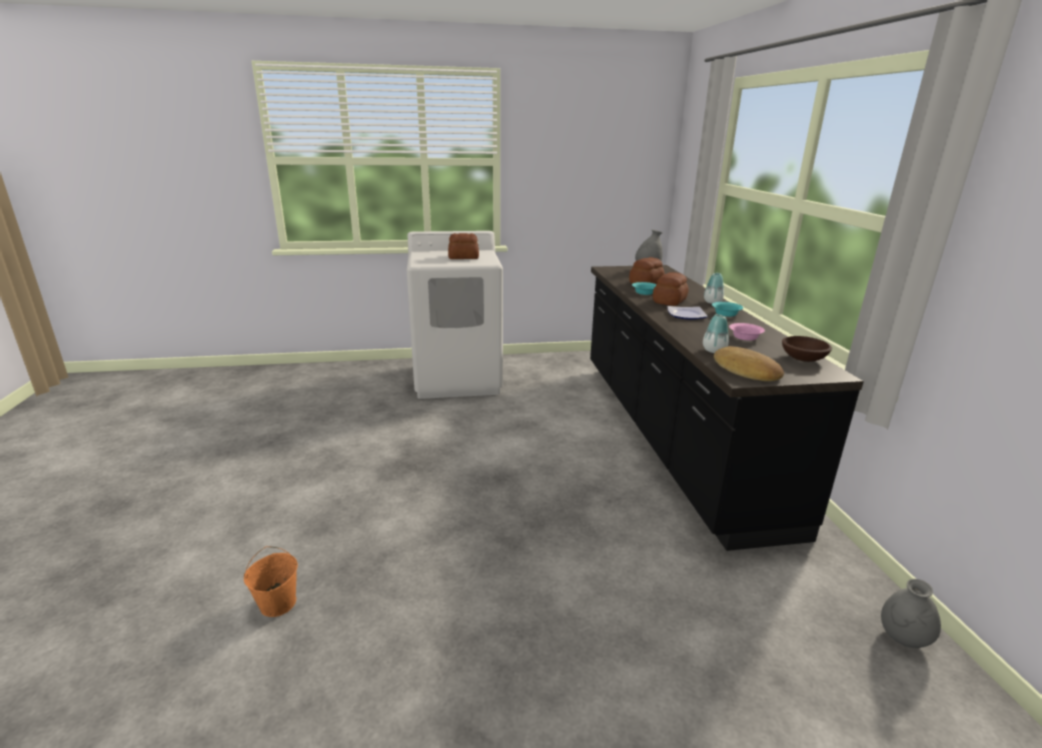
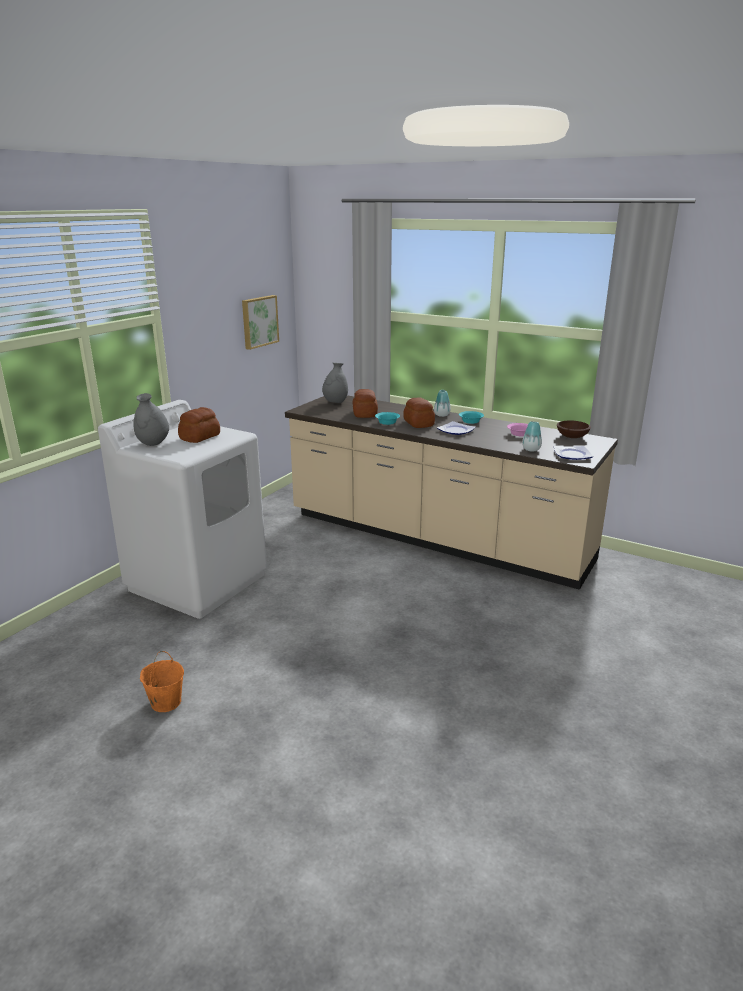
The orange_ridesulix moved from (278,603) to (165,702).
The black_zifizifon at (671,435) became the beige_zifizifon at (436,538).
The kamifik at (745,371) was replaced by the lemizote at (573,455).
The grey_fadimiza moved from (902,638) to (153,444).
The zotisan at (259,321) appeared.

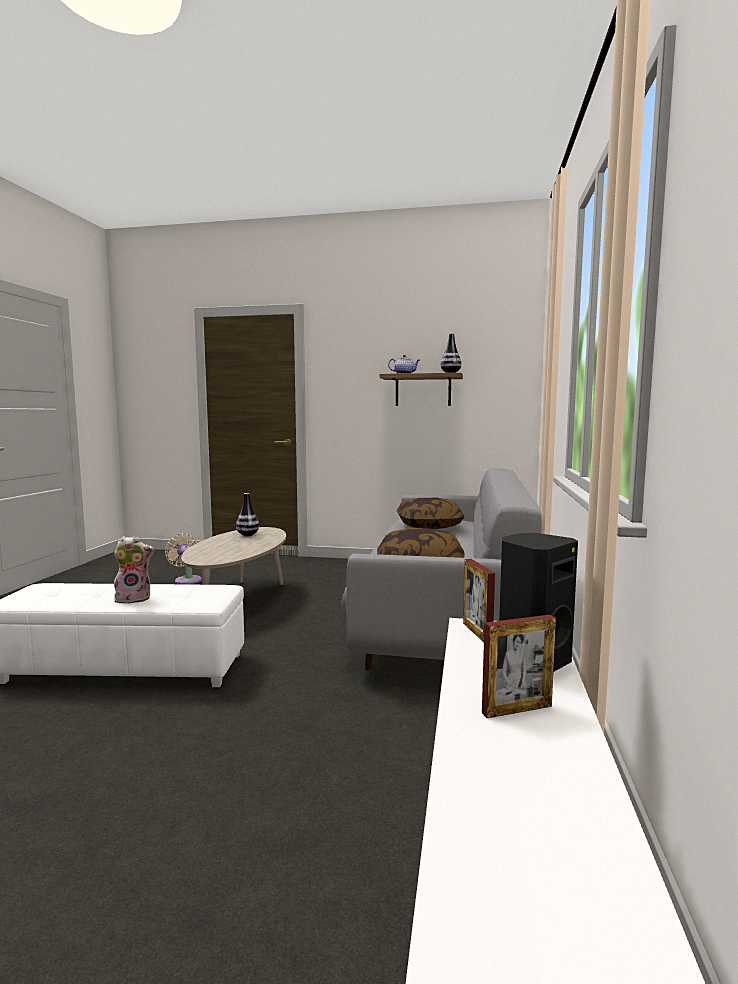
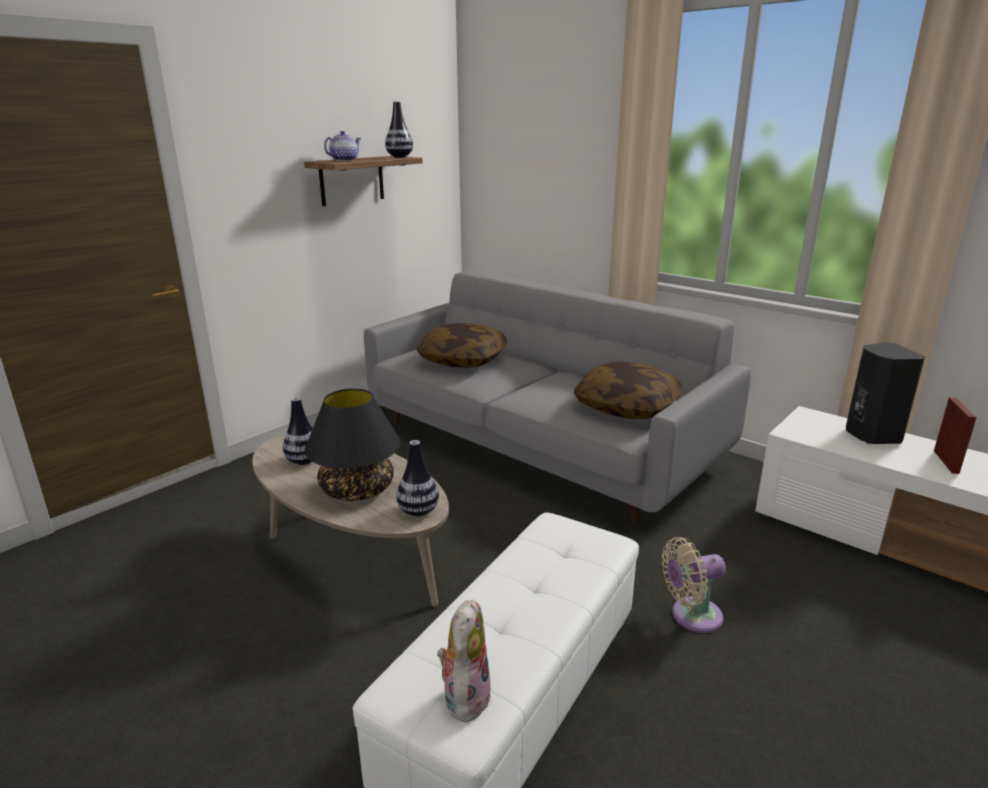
The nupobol moved from (134,598) to (465,695).
The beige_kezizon moved from (186,580) to (691,616).
The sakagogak at (477,633) disappeared.
The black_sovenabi at (356,489) appeared.
The fadimiza at (418,511) appeared.

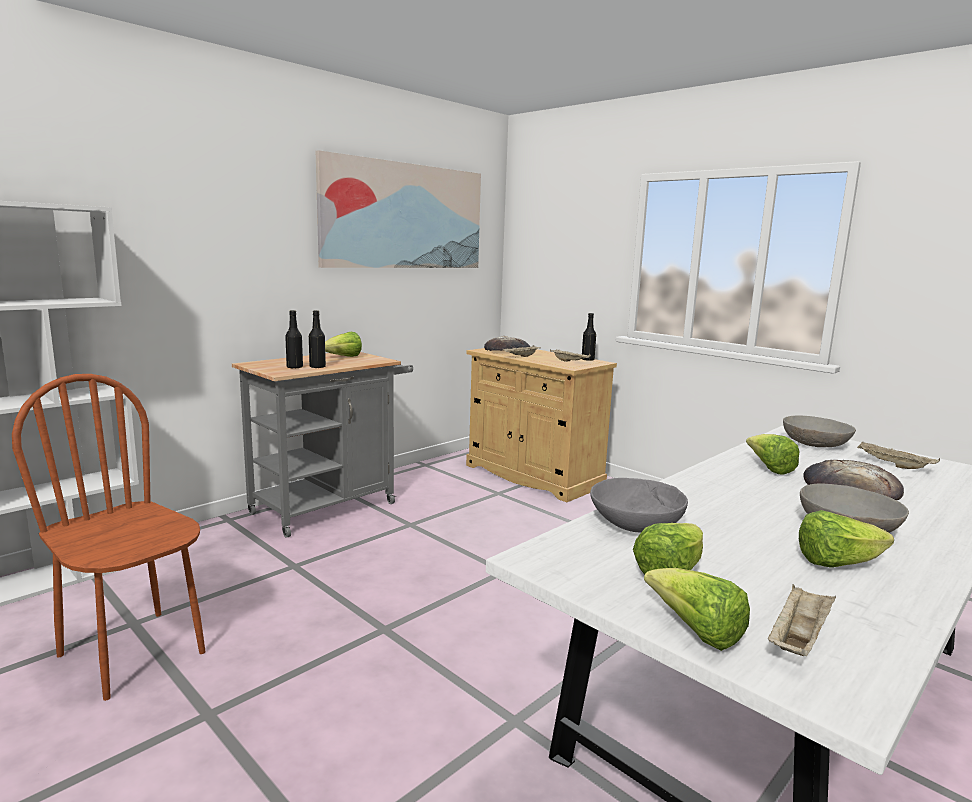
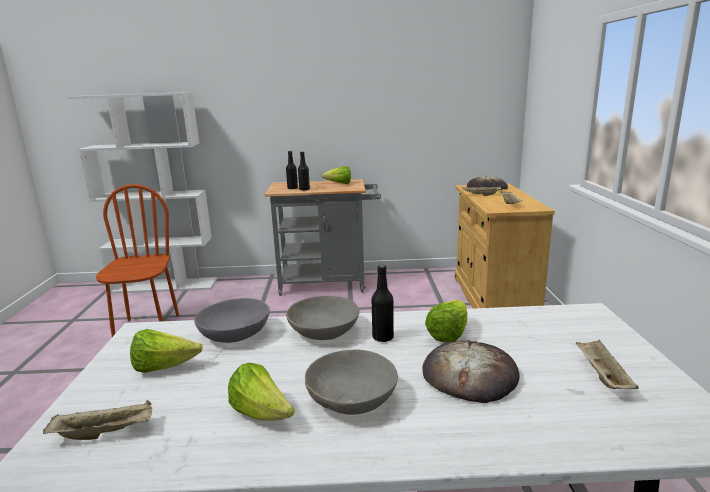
The zotisan at (405,216) disappeared.
The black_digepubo moved from (587,360) to (383,337).
The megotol at (695,632) disappeared.
The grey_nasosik moved from (815,444) to (324,332).

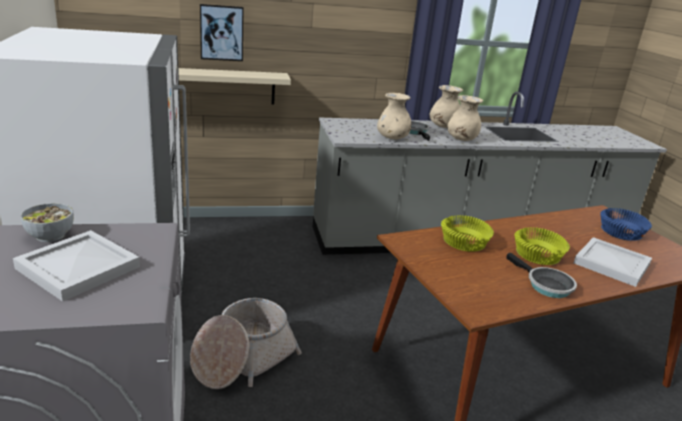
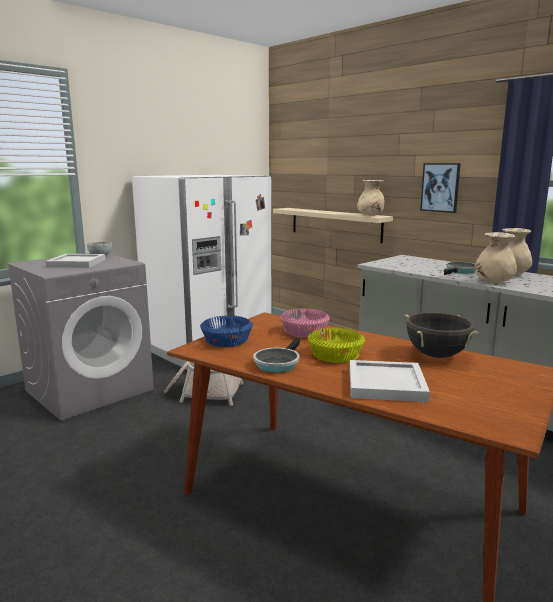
The zotisan moved from (221,33) to (440,187).
The beige_fadimiza moved from (392,138) to (370,215).
The yellow_nasosik at (465,242) became the pink_nasosik at (305,332).
The blue_nasosik moved from (621,233) to (226,341).
The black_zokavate at (436,355) appeared.

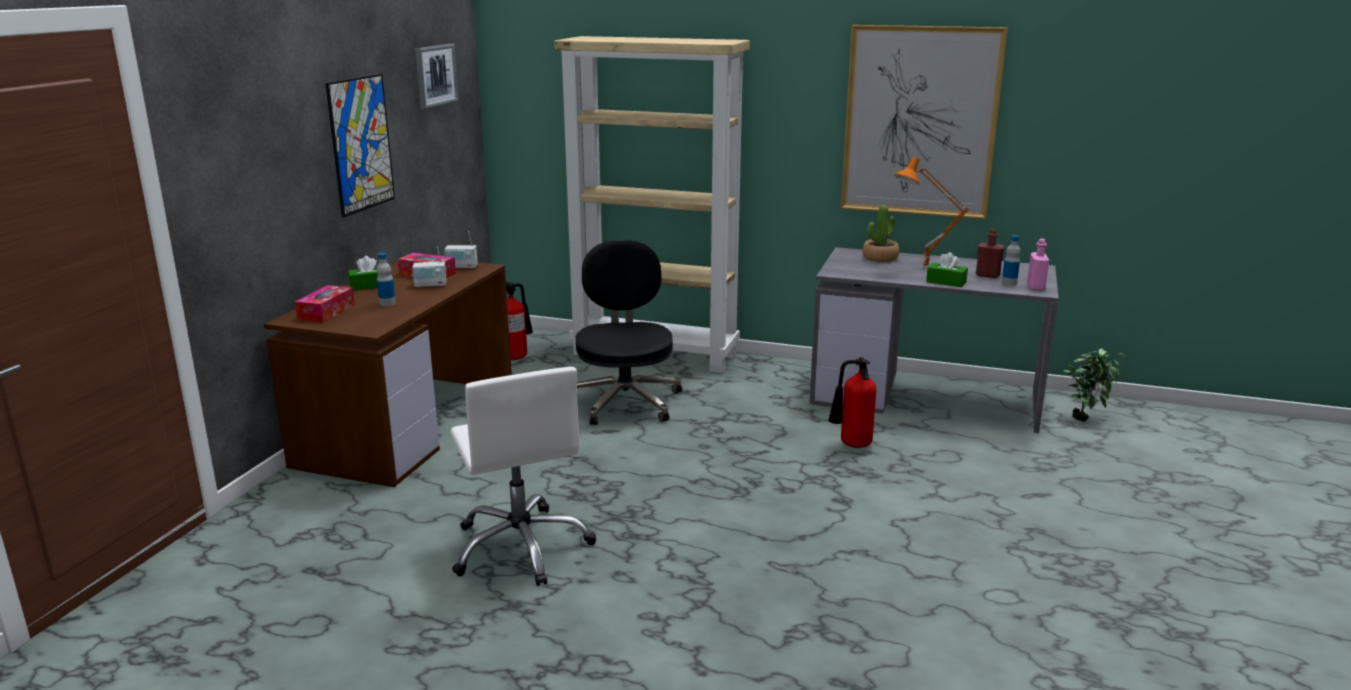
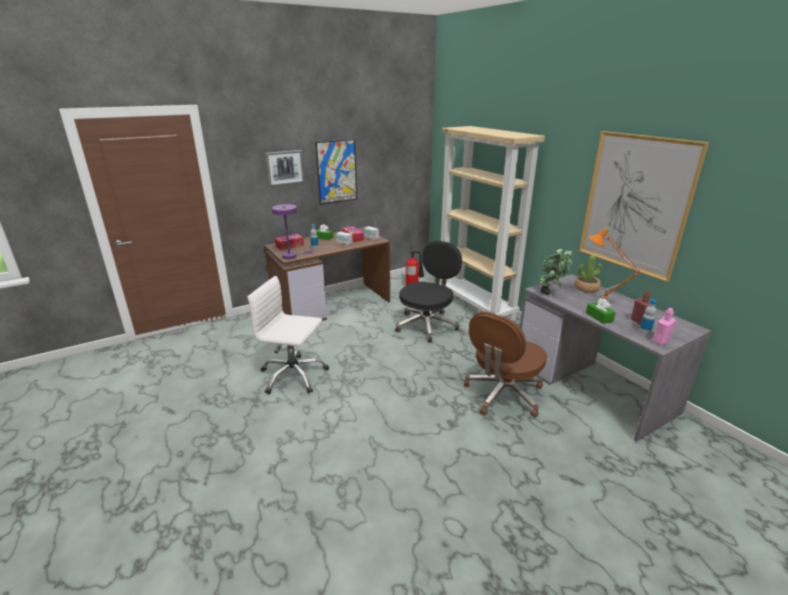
The zotisan moved from (435,75) to (284,168).
The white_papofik at (521,547) turned 90 degrees clockwise.
The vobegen at (851,445) was replaced by the brown_papofik at (503,395).
The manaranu moved from (1086,418) to (551,294).
The purple_sovenabi at (292,256) appeared.

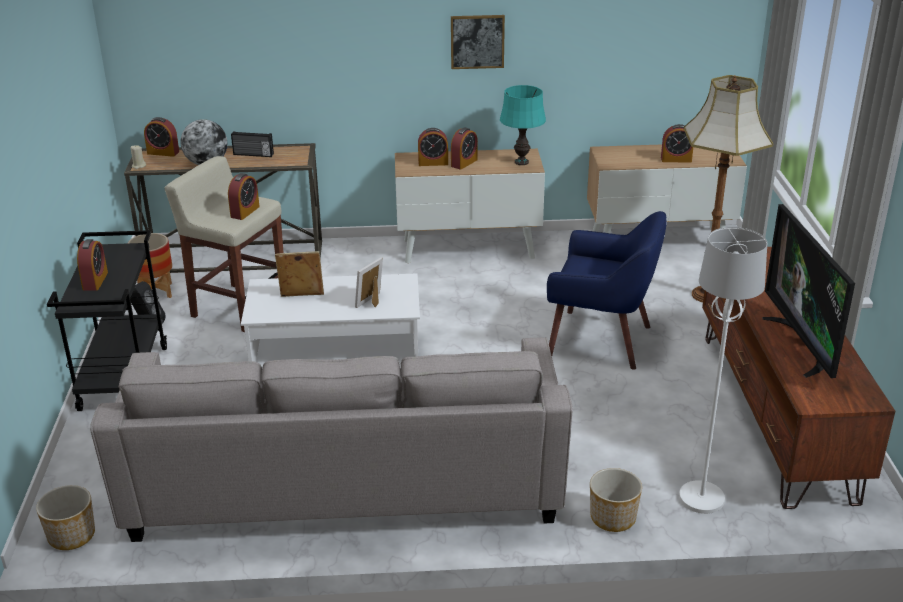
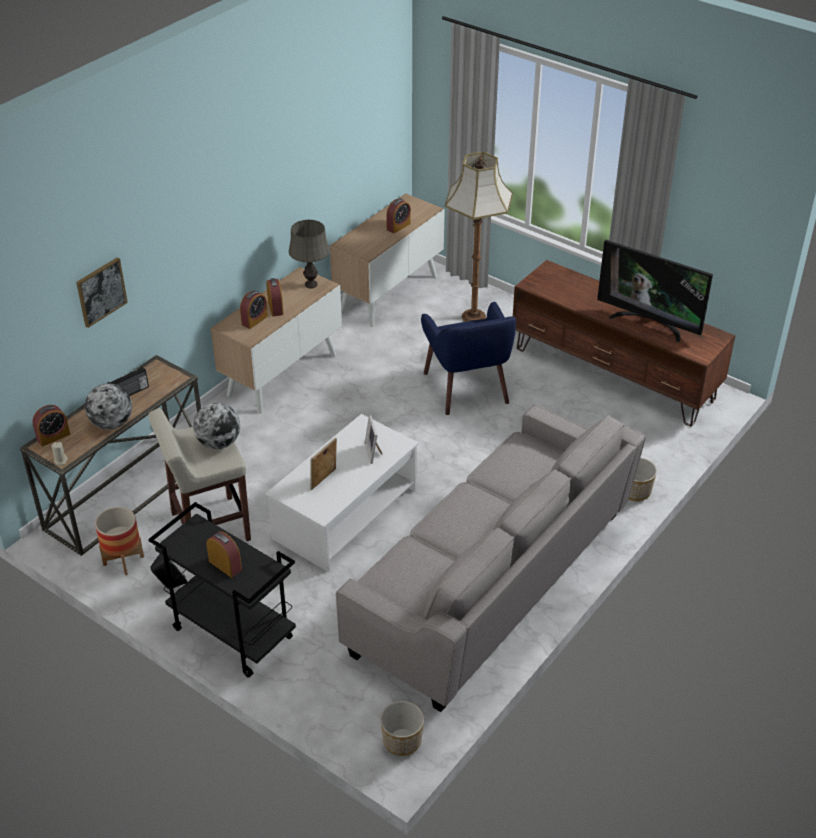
The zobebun at (245,212) was replaced by the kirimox at (218,443).
The zotisan moved from (477,41) to (101,291).
The turquoise_sovenabi at (522,162) became the grey_sovenabi at (311,284).
The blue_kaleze at (601,340) turned 105 degrees clockwise.
The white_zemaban at (701,498) disappeared.

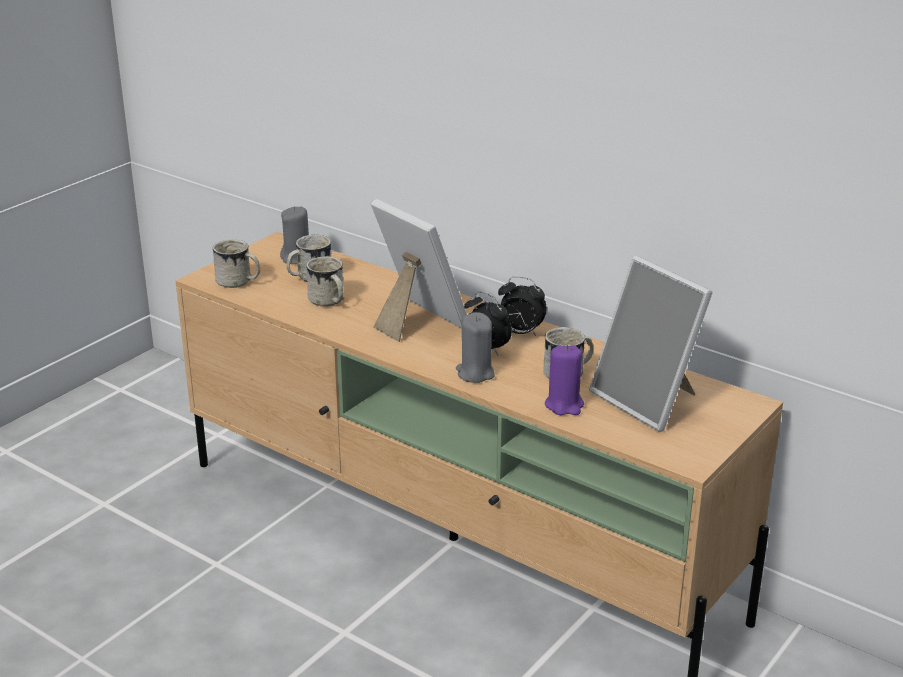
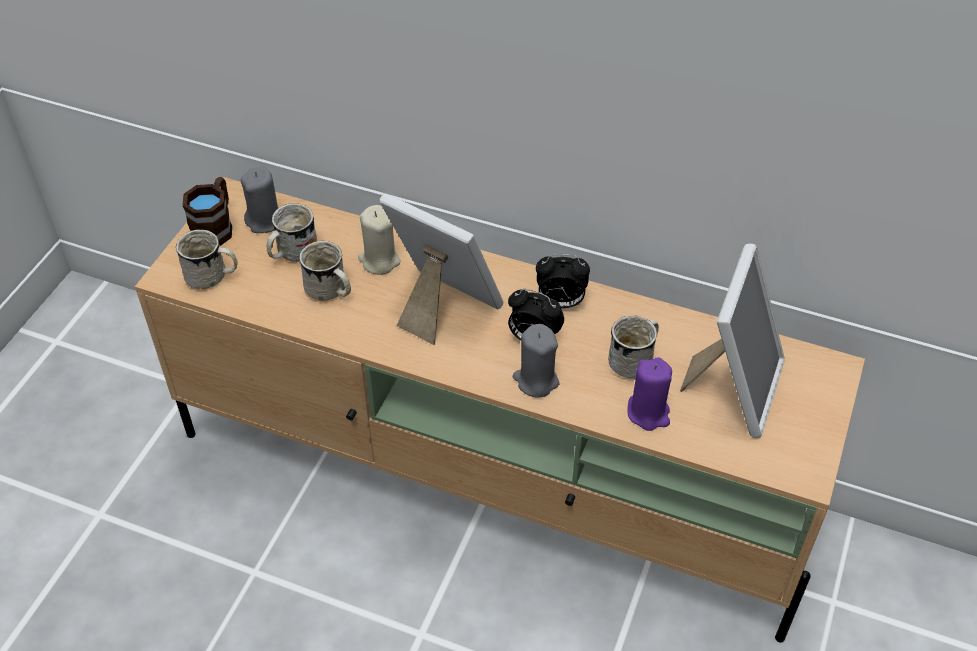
The sakagogak at (649,401) turned 105 degrees counterclockwise.
The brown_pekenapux at (216,226) appeared.
The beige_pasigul at (379,260) appeared.

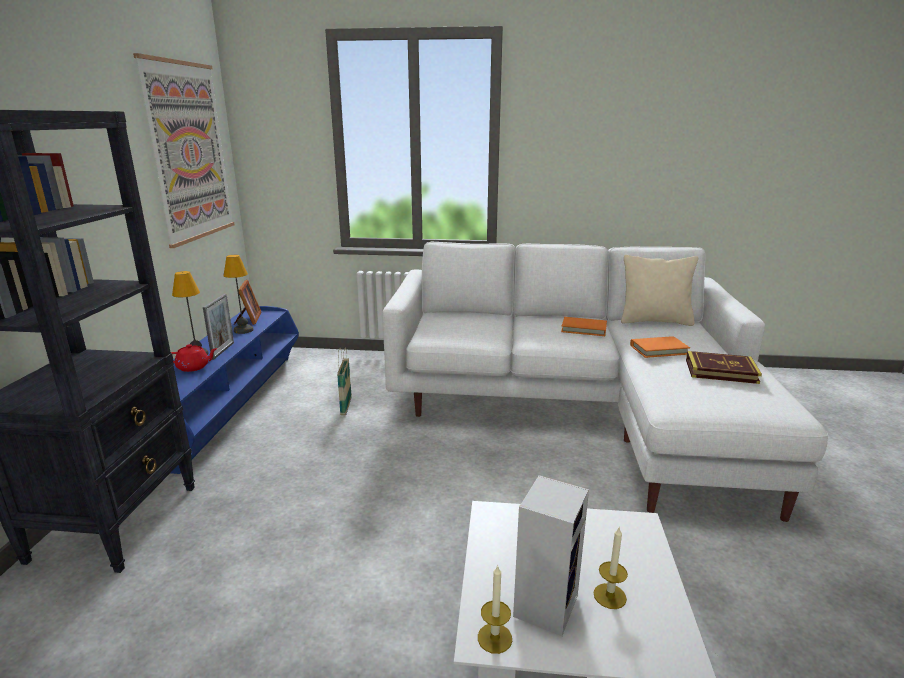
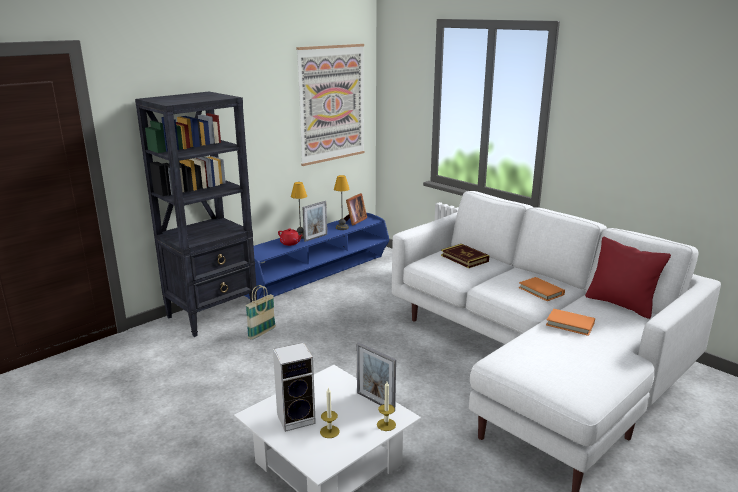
The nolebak moved from (346,406) to (262,333).
The pasigul moved from (494,638) to (386,424).
The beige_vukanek at (655,321) became the red_vukanek at (620,304).
The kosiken moved from (721,371) to (464,258).
The sakagogak at (375,401) appeared.

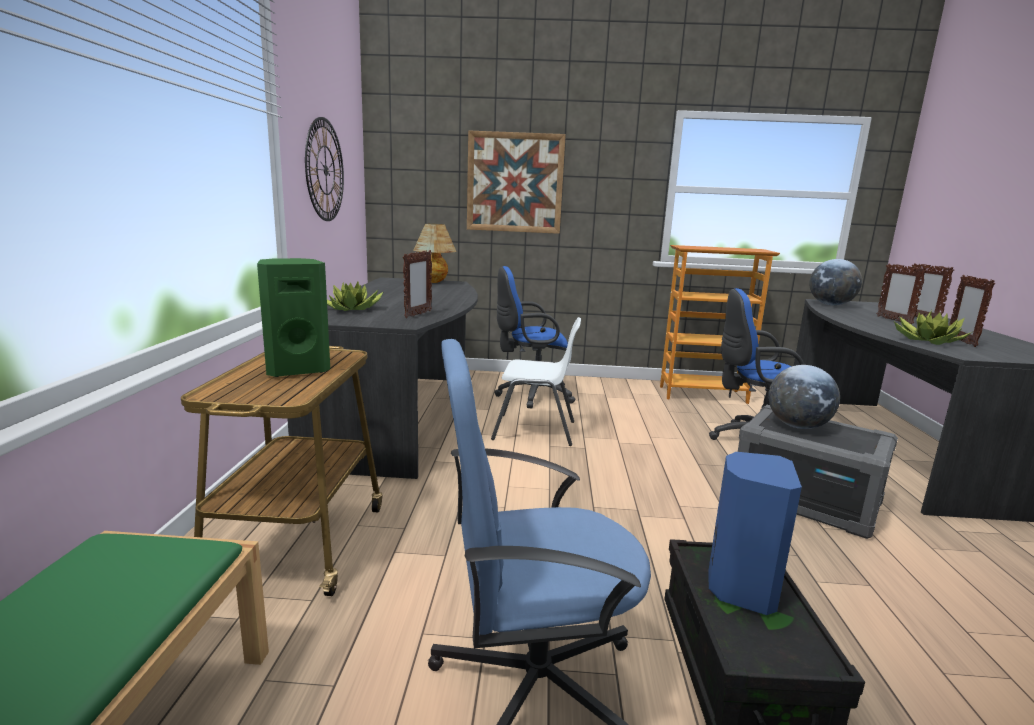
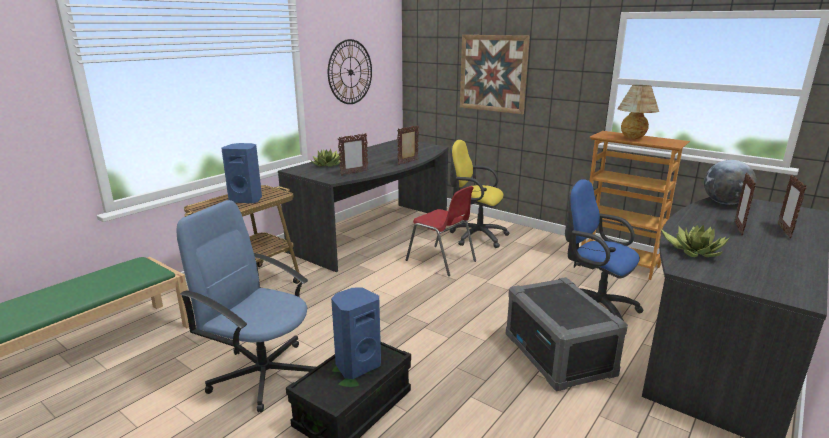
The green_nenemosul at (297,370) became the blue_nenemosul at (247,200).
The sovenabi moved from (435,282) to (633,139).
The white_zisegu at (536,430) became the red_zisegu at (441,261).
The blue_papofik at (530,395) became the yellow_papofik at (475,236).
The kirimox at (797,426) disappeared.
The sakagogak moved from (961,341) to (408,162).

